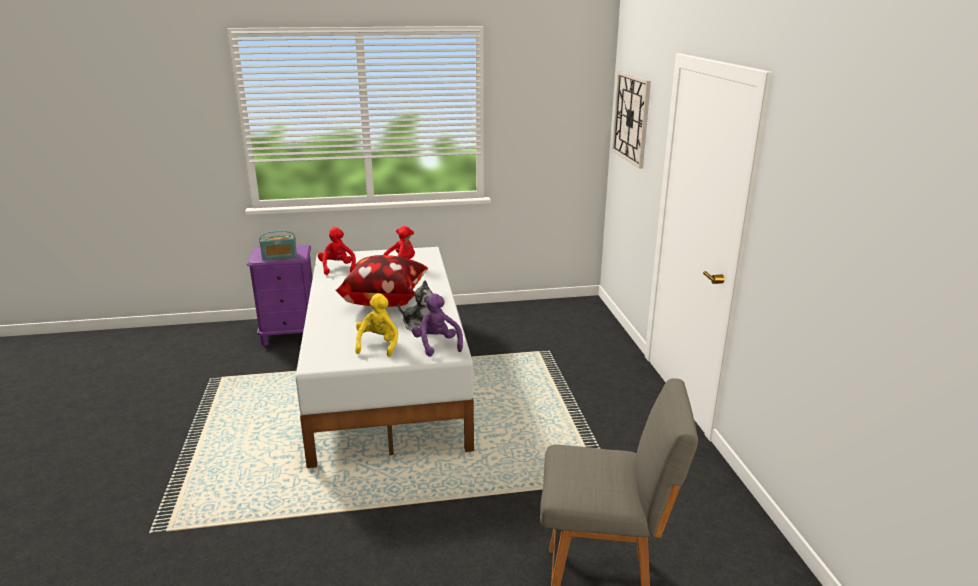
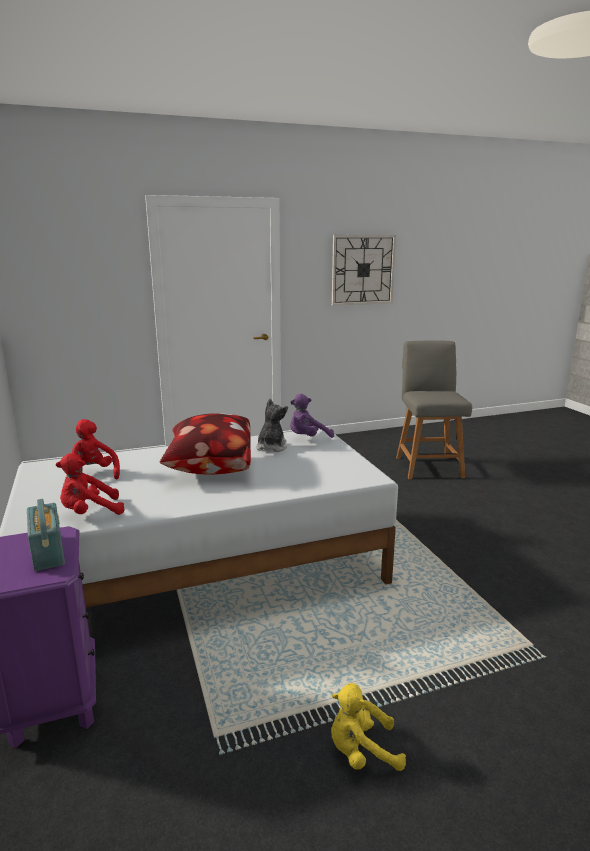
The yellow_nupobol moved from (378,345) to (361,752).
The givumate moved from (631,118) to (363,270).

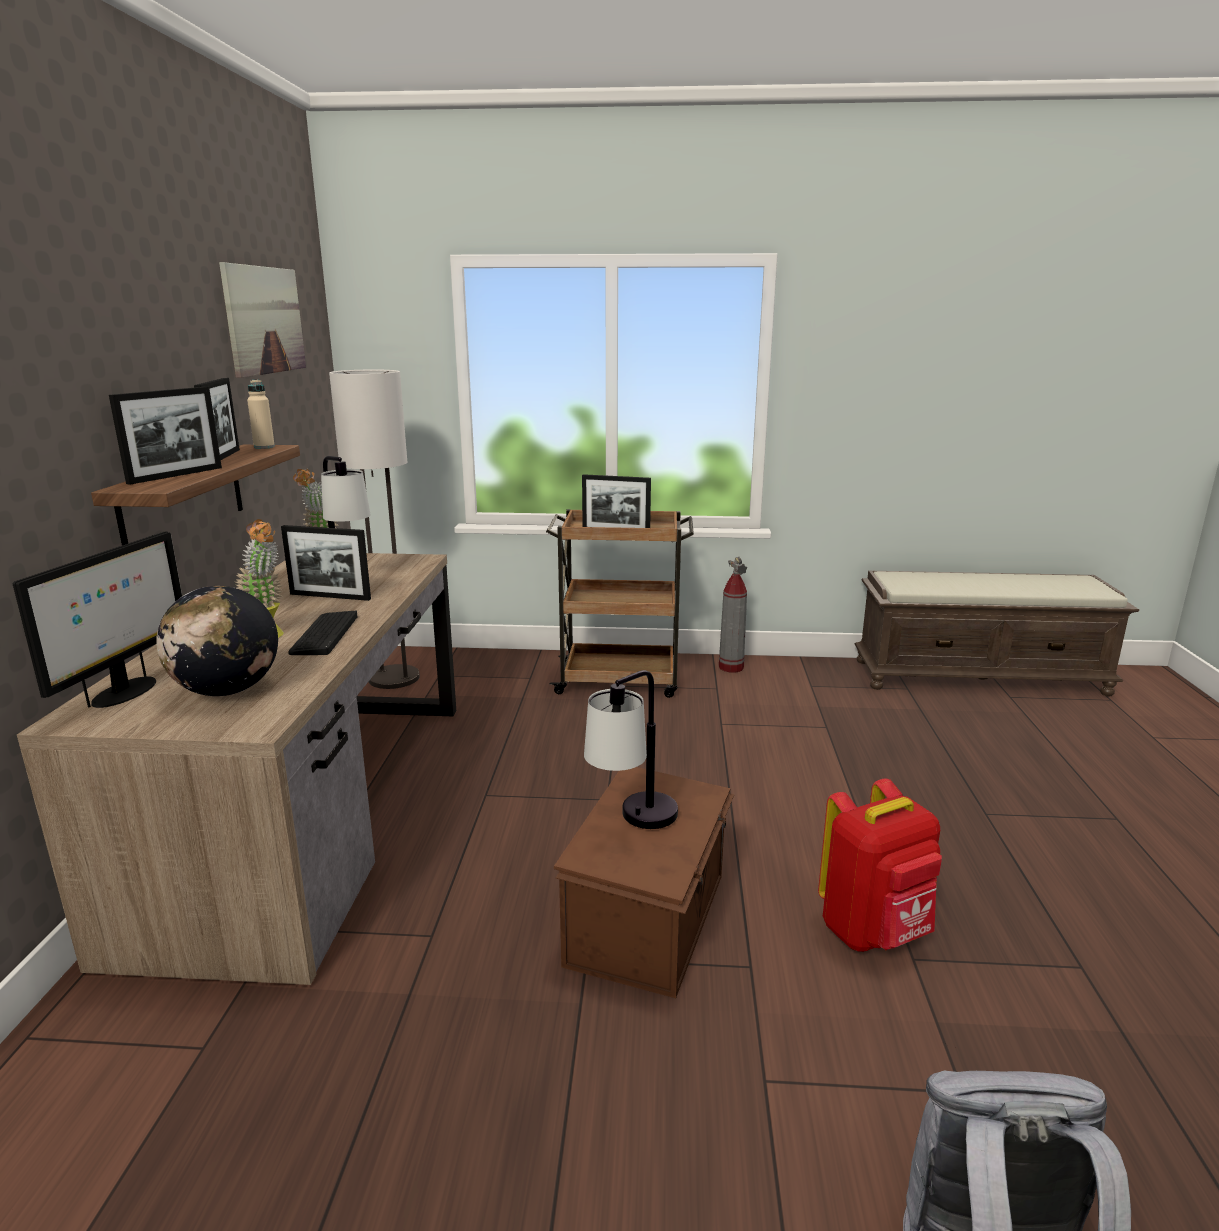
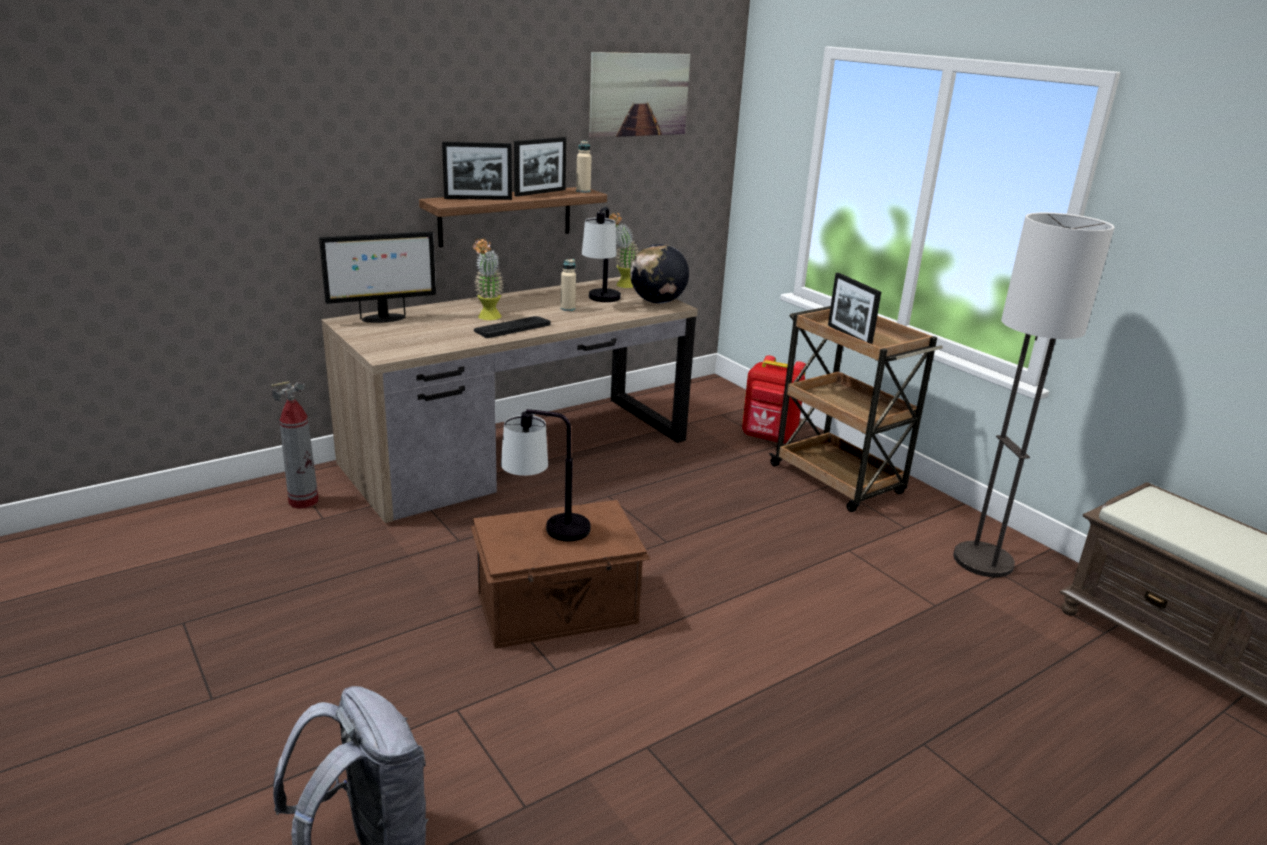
The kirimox moved from (226,691) to (657,302).
The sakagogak at (330,596) was replaced by the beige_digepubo at (567,308).
The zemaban moved from (394,678) to (983,561).
The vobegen moved from (731,667) to (304,501).
The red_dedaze moved from (874,932) to (768,438).

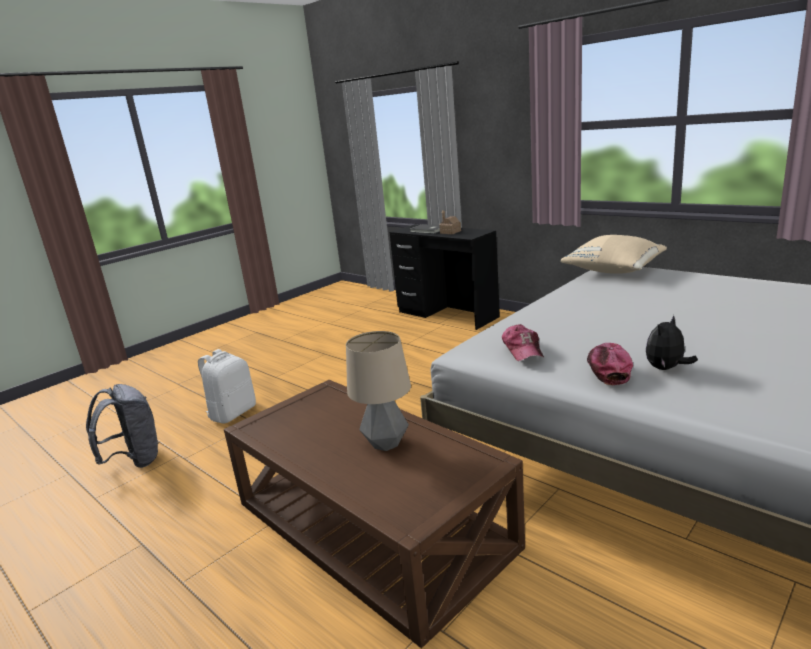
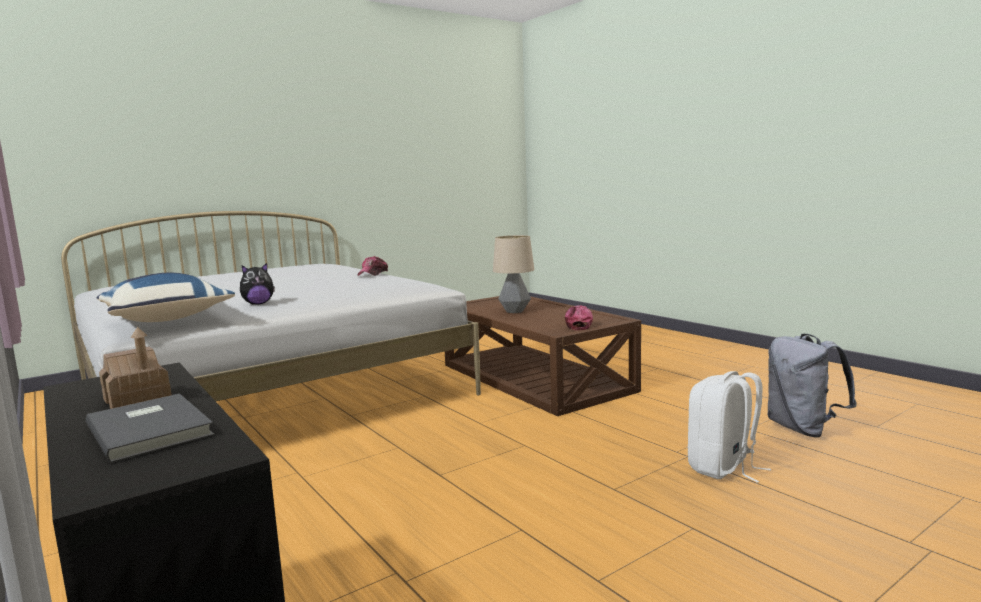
The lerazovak moved from (523,350) to (578,324).
The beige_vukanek at (614,271) became the blue_vukanek at (167,319).
The nupobol moved from (666,368) to (258,304).

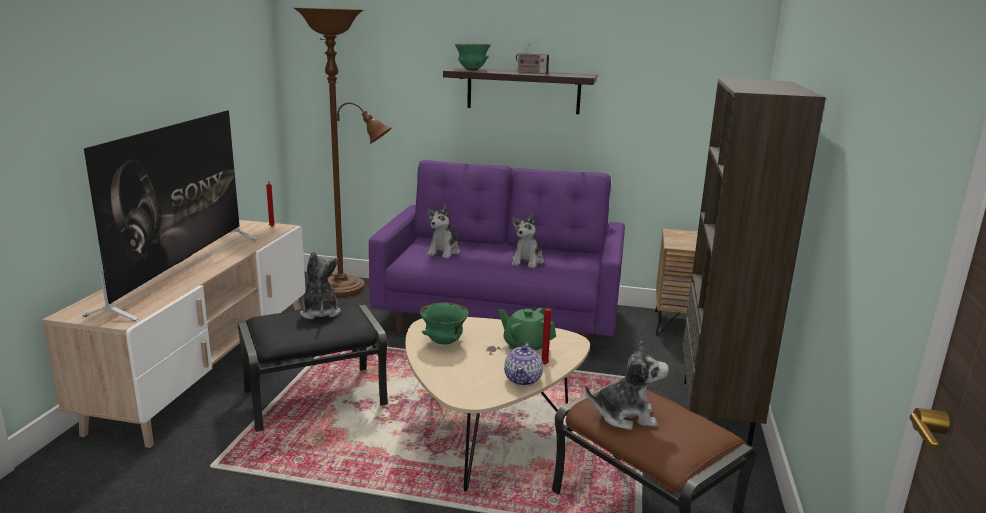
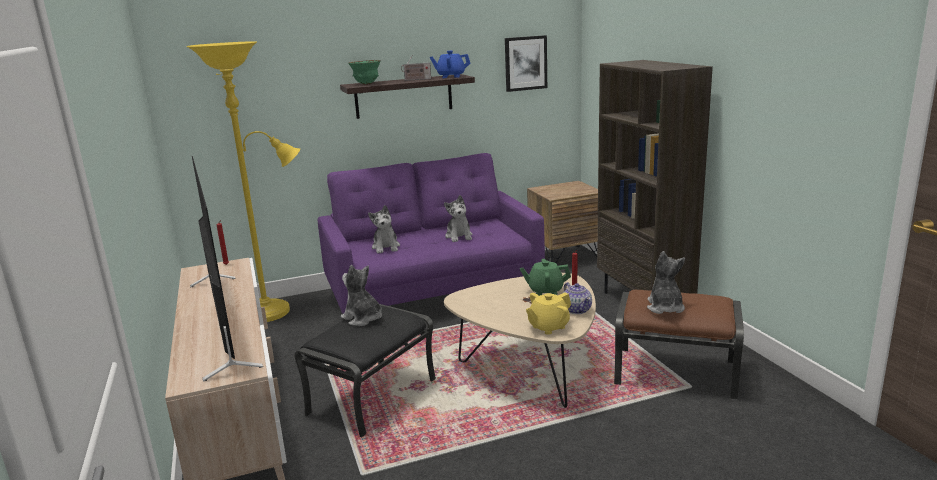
The brown_zemaban at (347,289) became the yellow_zemaban at (273,311).
The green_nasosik at (443,342) disappeared.
The nupobol at (625,416) turned 60 degrees counterclockwise.
The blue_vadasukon at (451,76) appeared.
The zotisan at (525,63) appeared.
The yellow_vadasukon at (548,327) appeared.

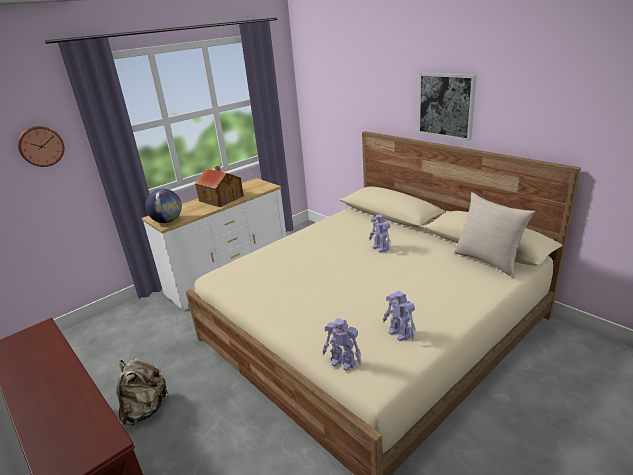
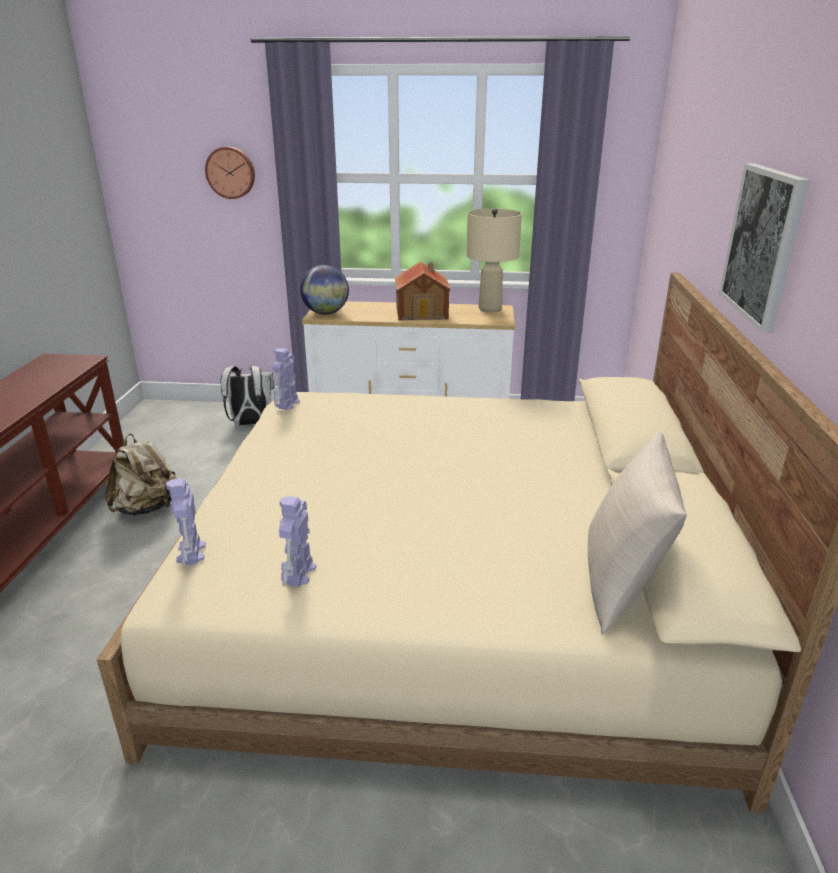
The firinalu moved from (380,248) to (287,404).
The white_dedaze at (251,424) appeared.
The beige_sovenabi at (489,309) appeared.

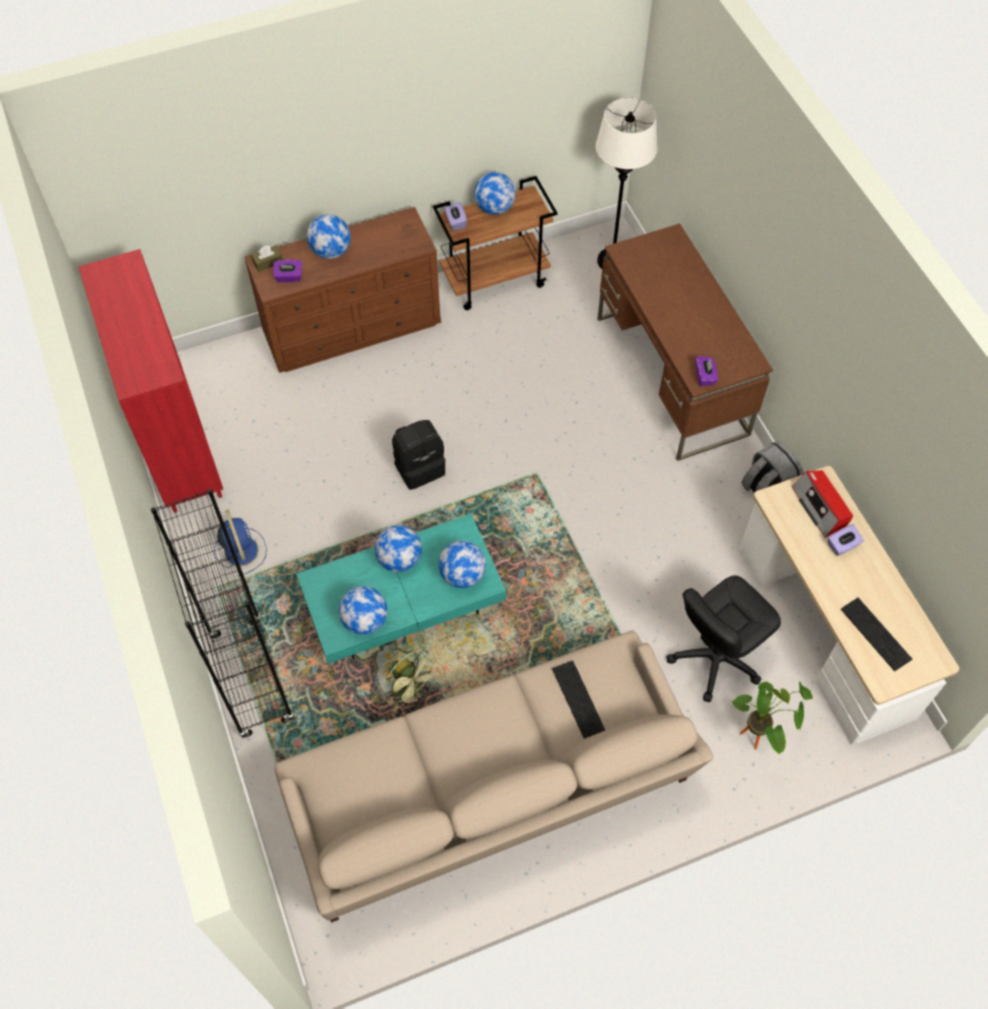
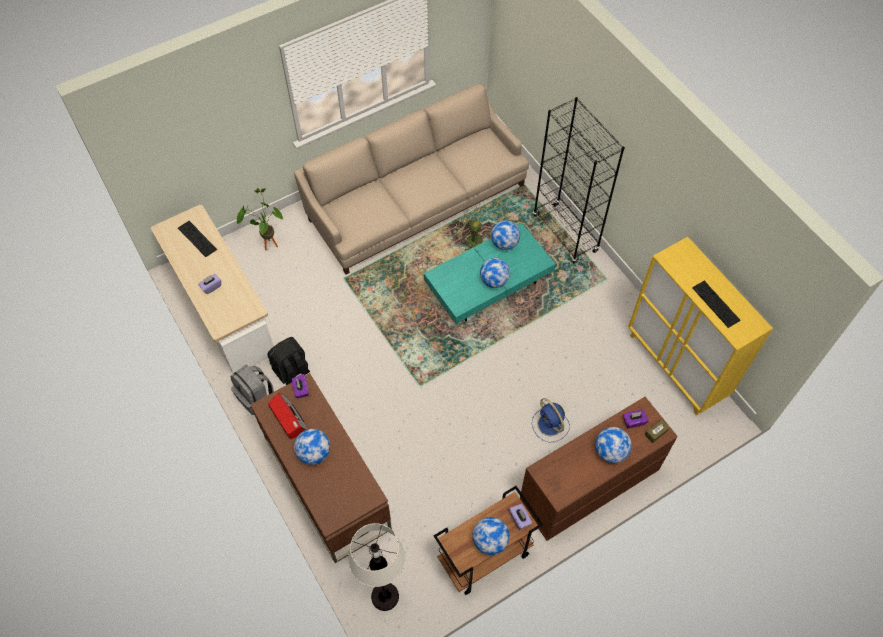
The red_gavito at (178,446) became the yellow_gavito at (676,366).
The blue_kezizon moved from (240,550) to (550,425).
The black_dedaze moved from (419,467) to (291,371).
The kirimox moved from (462,575) to (314,453).
The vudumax moved from (578,699) to (715,304).
The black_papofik at (714,658) disappeared.
The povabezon moved from (820,507) to (289,419).

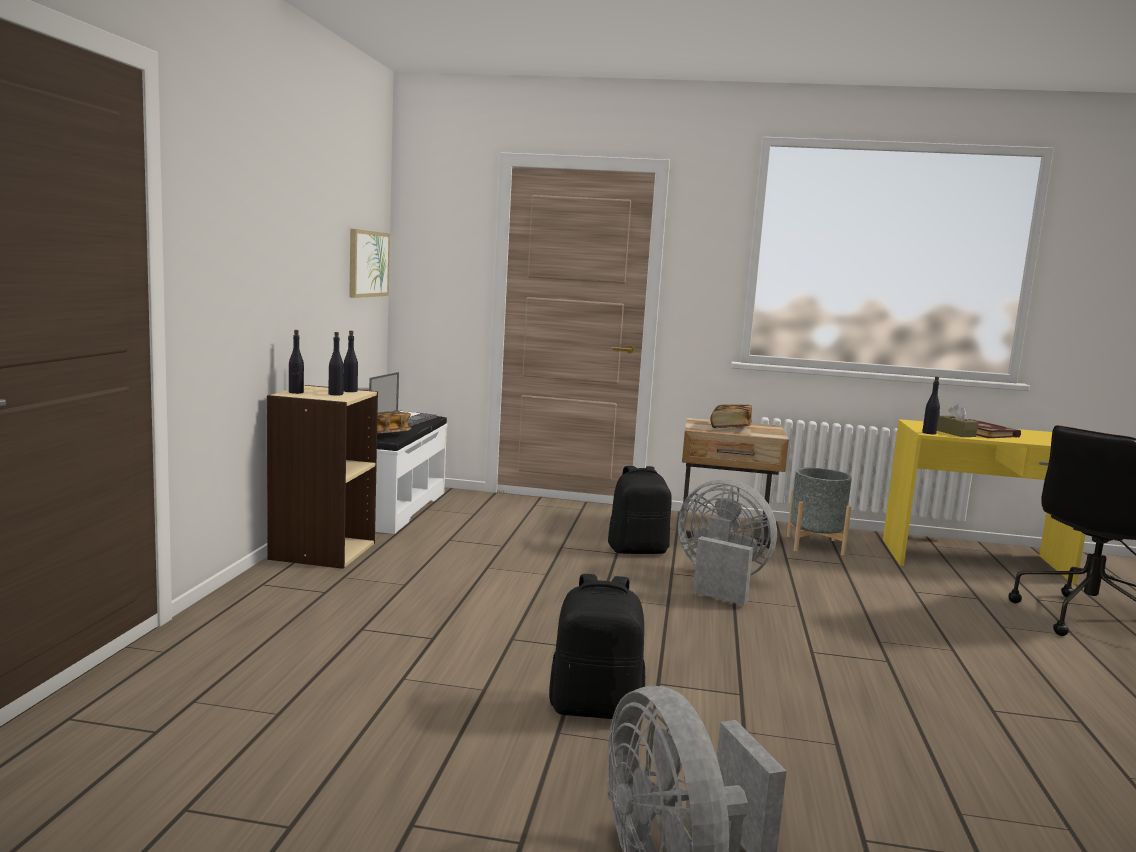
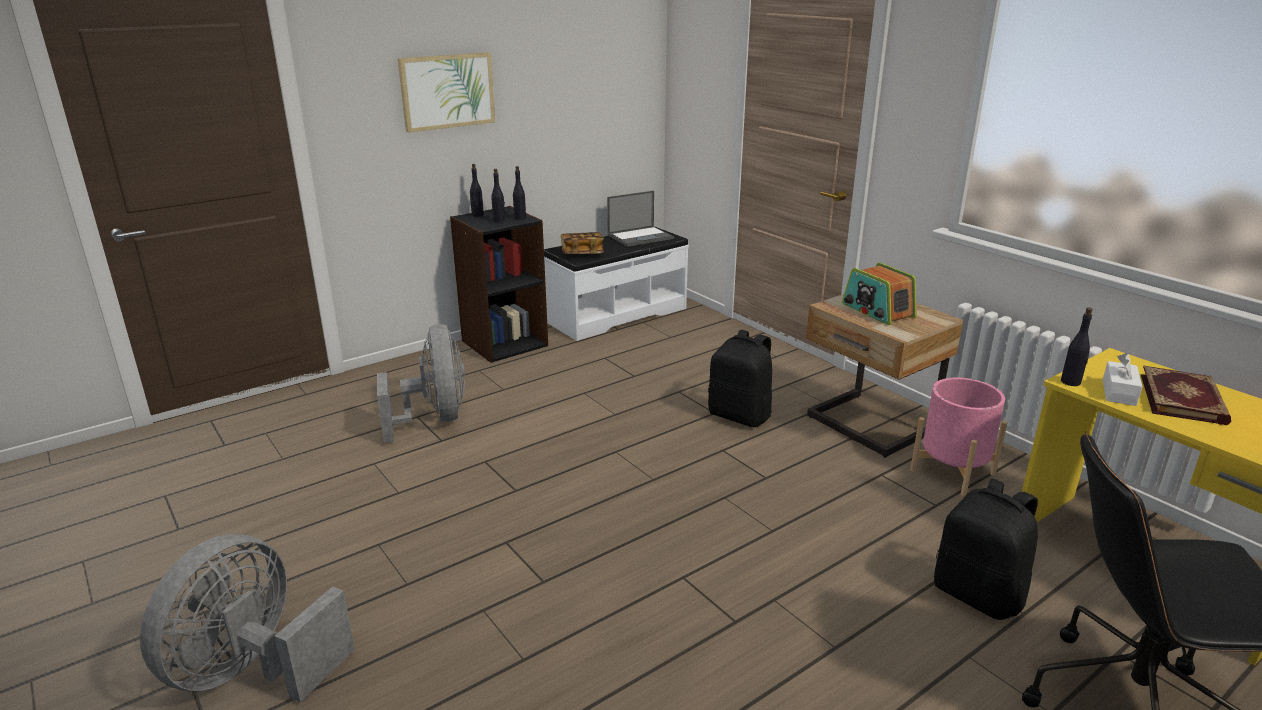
The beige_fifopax at (322,551) became the black_fifopax at (504,343).
The zotisan moved from (368,263) to (447,91).
The black_dedaze moved from (596,707) to (979,595).
The grey_kezizon moved from (720,582) to (435,418).
The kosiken at (730,428) was replaced by the povabezon at (877,311).
The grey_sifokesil at (815,545) became the pink_sifokesil at (952,472).
The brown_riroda at (955,433) became the white_riroda at (1119,392).

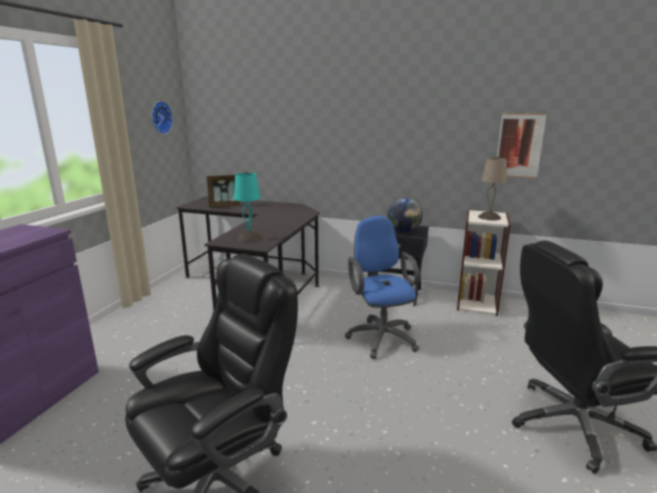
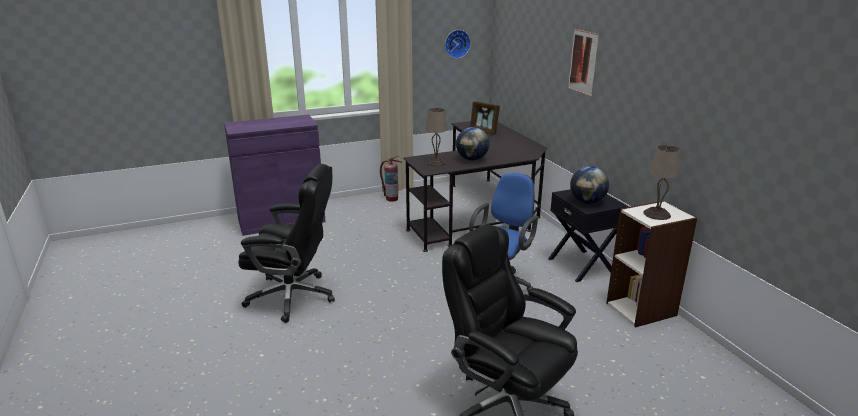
The turquoise_sovenabi at (250,238) became the beige_sovenabi at (436,162).
The zotisan moved from (519,145) to (583,62).
The vobegen at (391,199) appeared.
The kirimox at (472,159) appeared.

